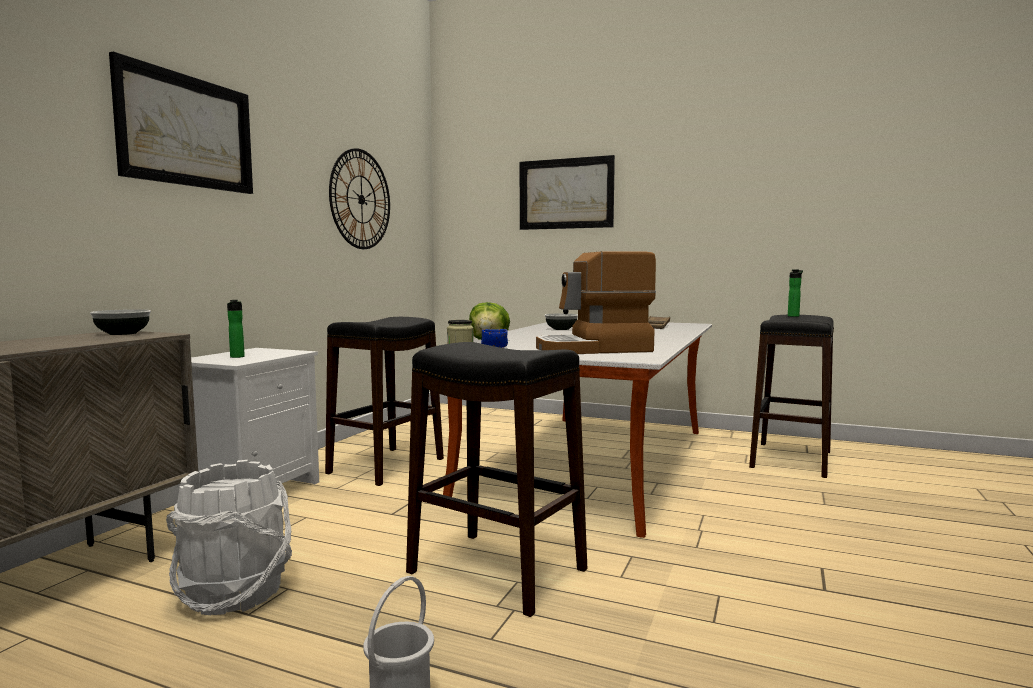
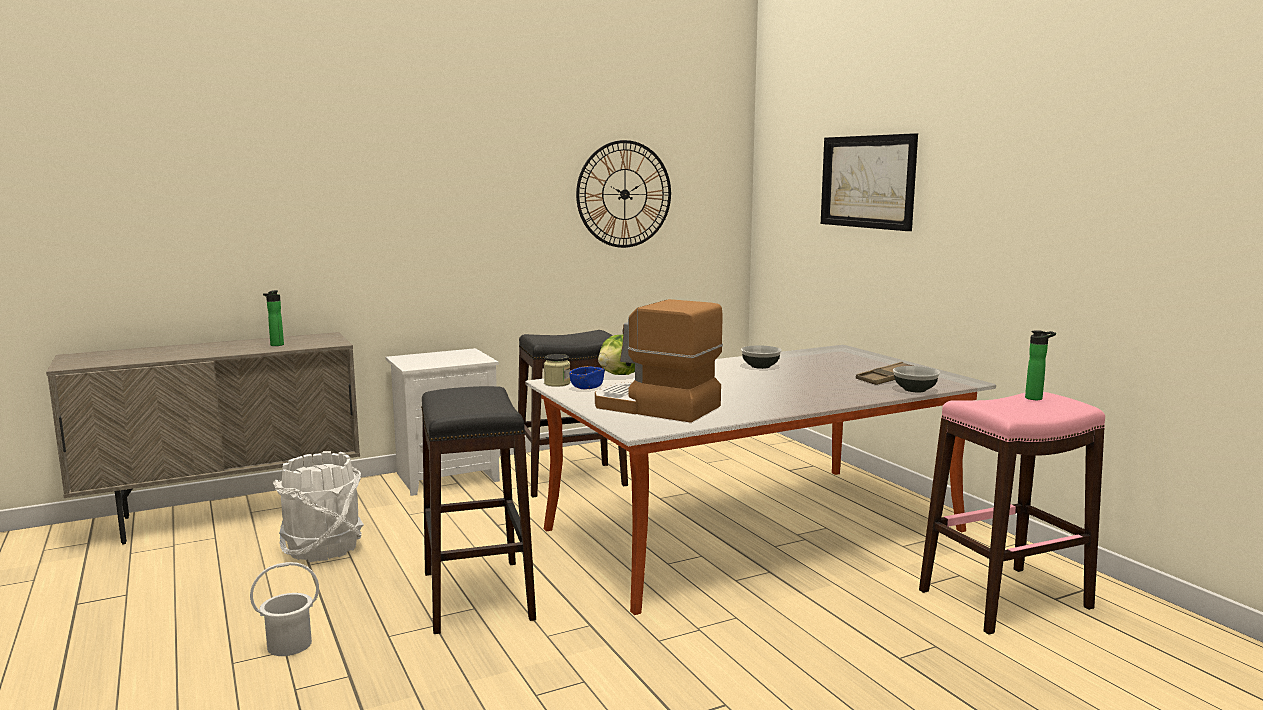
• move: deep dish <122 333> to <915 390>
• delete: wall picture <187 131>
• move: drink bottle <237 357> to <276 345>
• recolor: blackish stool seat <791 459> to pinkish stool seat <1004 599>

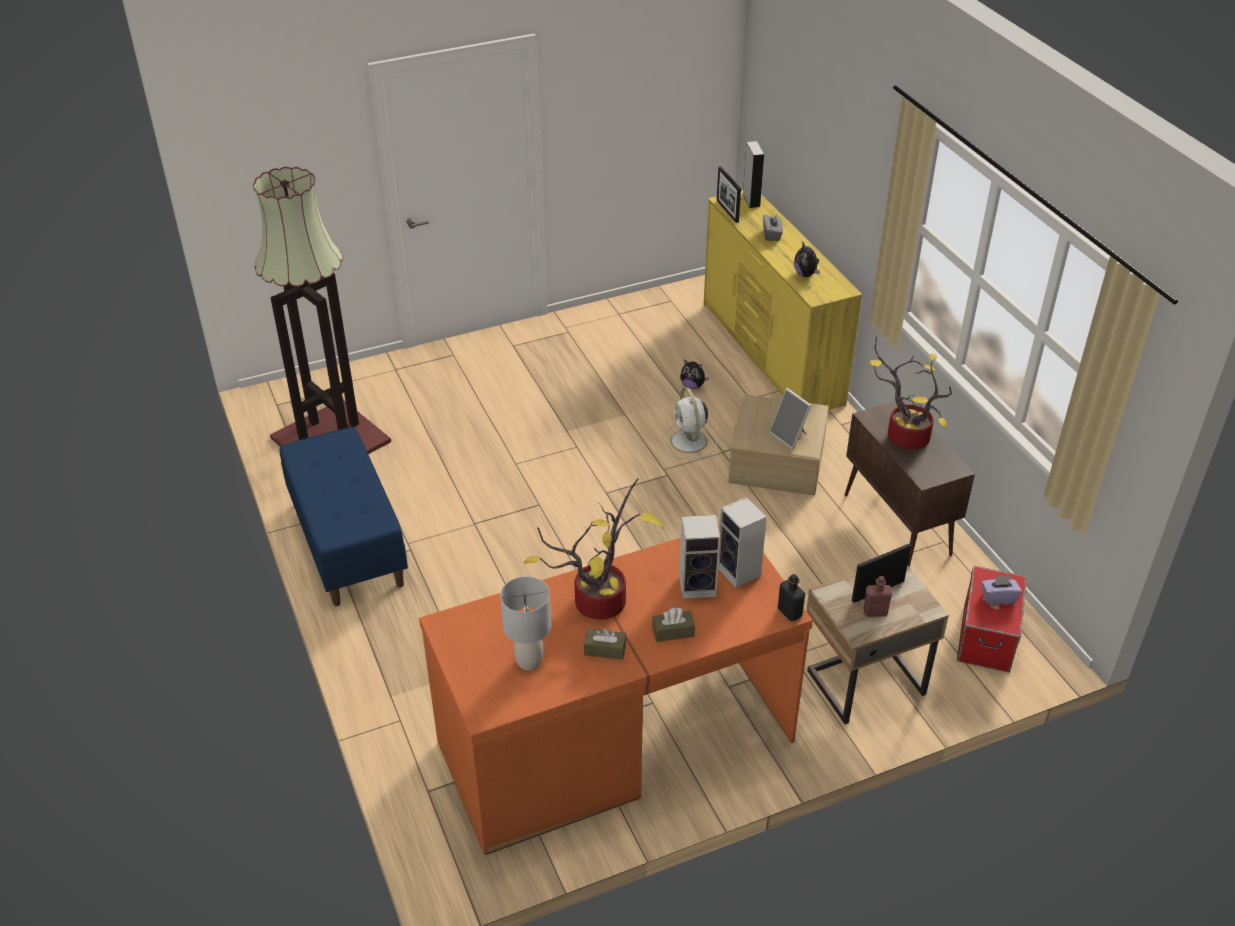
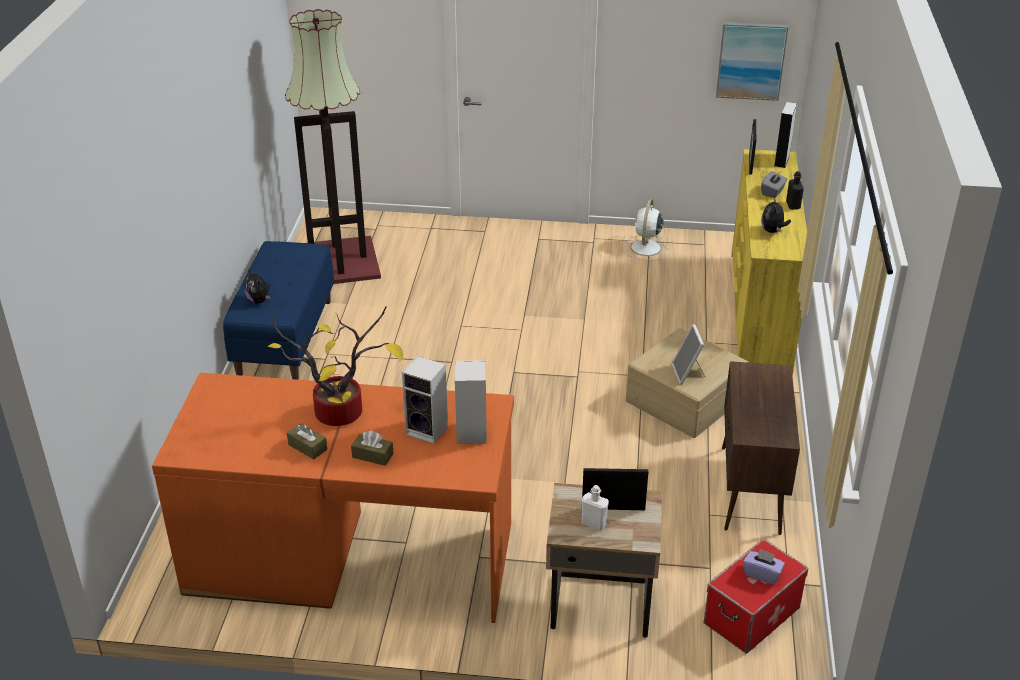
• delete: grey table lamp <529 661>
• move: white-coloured cooling fan <689 442> to <645 248>
• move: plush toy <692 386> to <259 301>
• move: blackish drink bottle <789 612> to <793 205>
• recolor: red drink bottle <875 612> to white-coloured drink bottle <594 523>
• delete: plant in a pot <904 437>
• insert: wall picture <751 60>

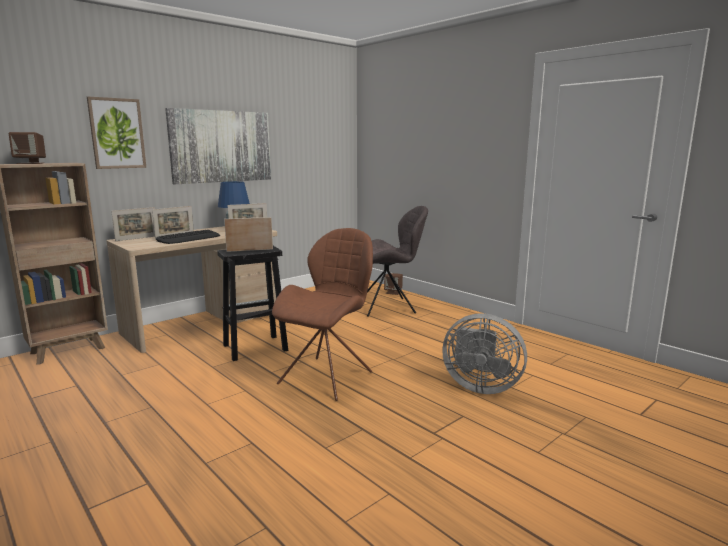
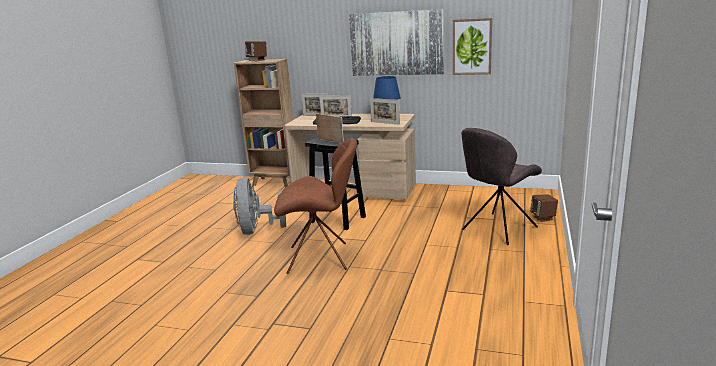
• move: wall picture <117 133> to <472 46>
• rotate: grey plain chair <388 307> = <497 229> 90 degrees clockwise
• move: grey cooling fan <480 386> to <257 230>

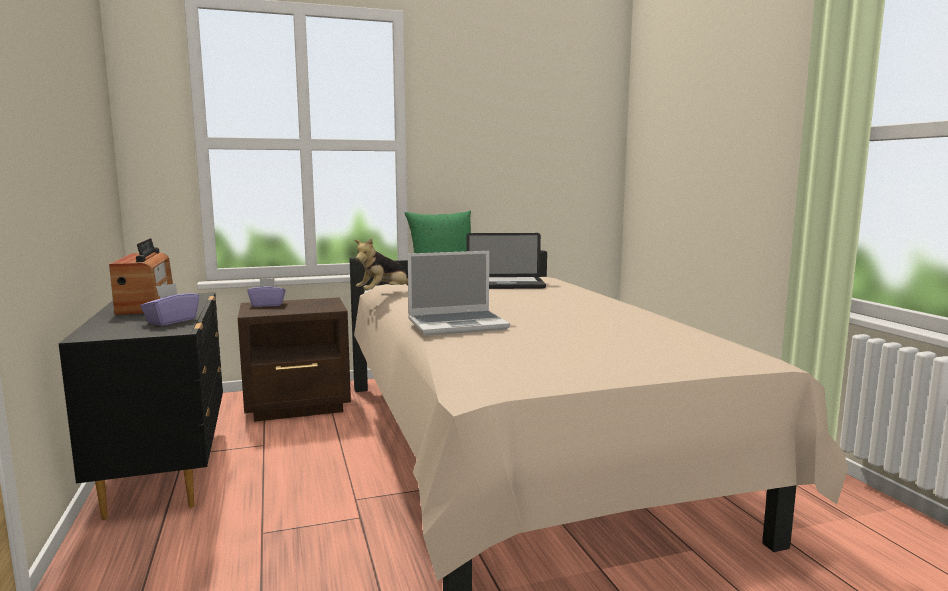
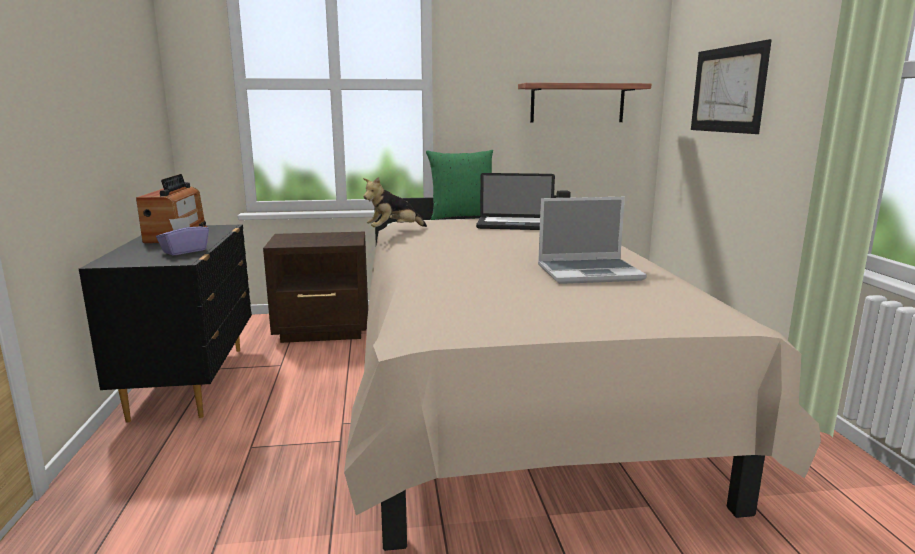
• delete: purple-coloured tissue holder <268 305>
• move: notebook computer <458 325> to <590 273>
• insert: wall shelf <577 103>
• insert: wall picture <727 89>

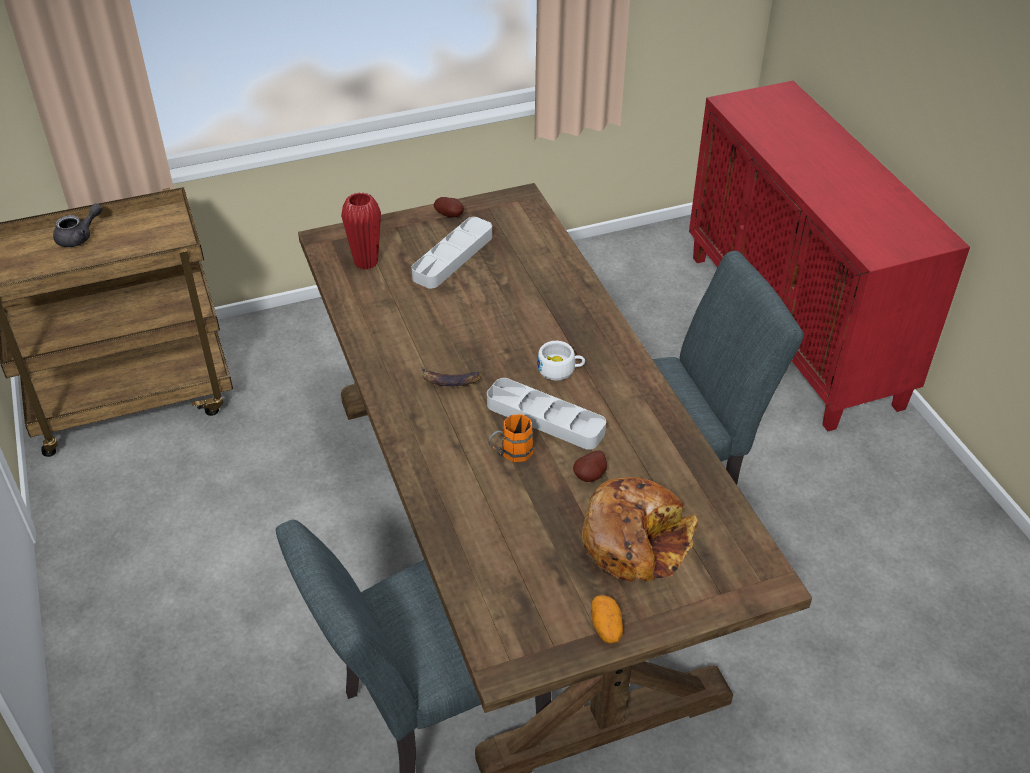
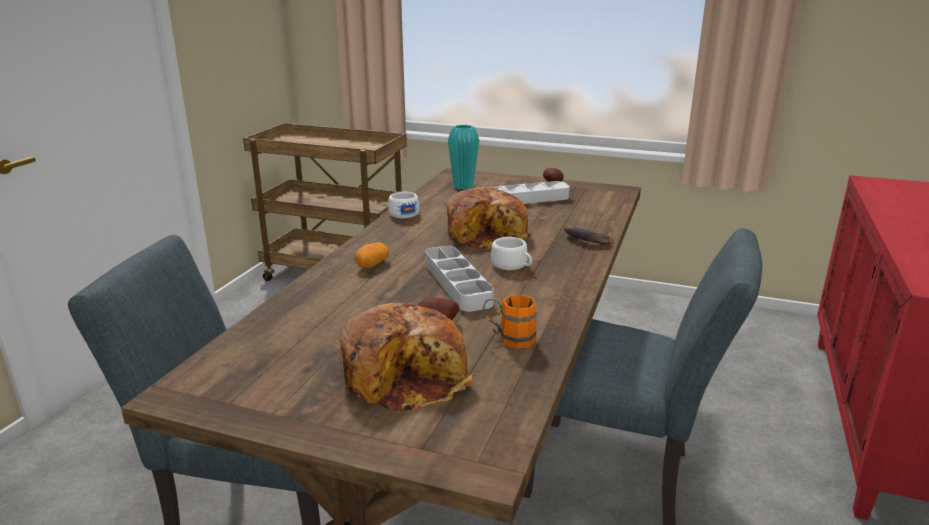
• delete: grey teapot <79 237>
• recolor: red decorative vase <366 262> to blue-green decorative vase <463 187>
• move: banana <450 381> to <584 239>
• move: orangey tea mug <510 453> to <509 338>
• move: whole potato <606 627> to <372 264>
• insert: white-coloured drinking cup <402 213>
• insert: bread <488 234>

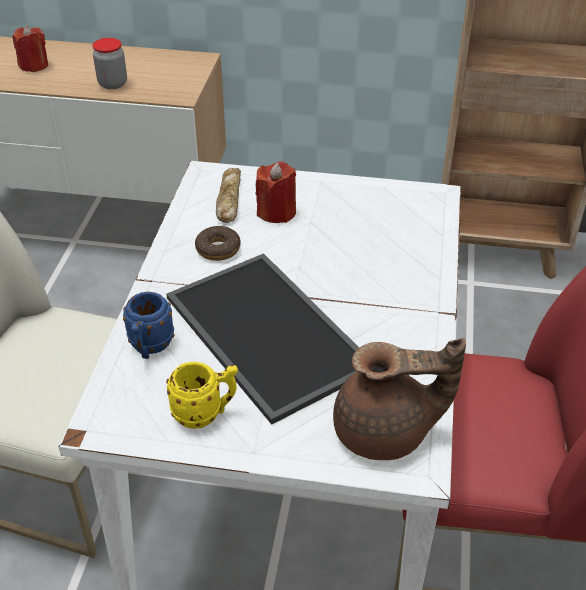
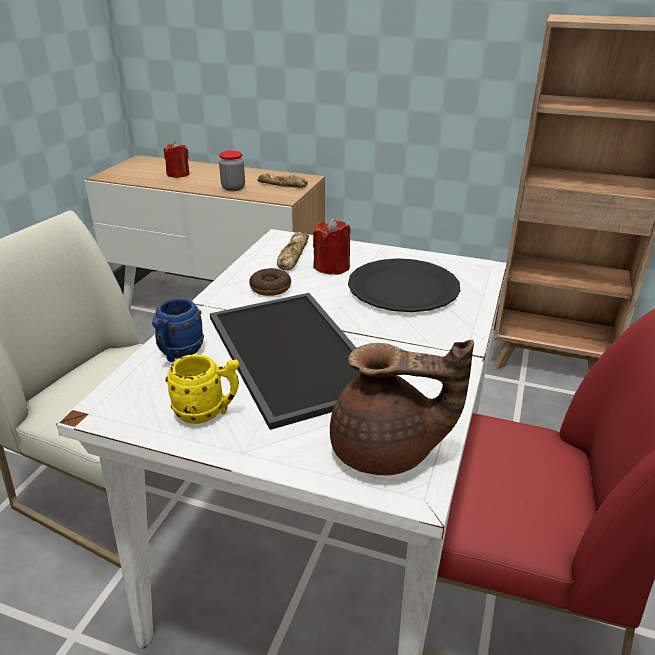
• insert: bread <282 185>
• insert: blackish dinner plate <403 288>

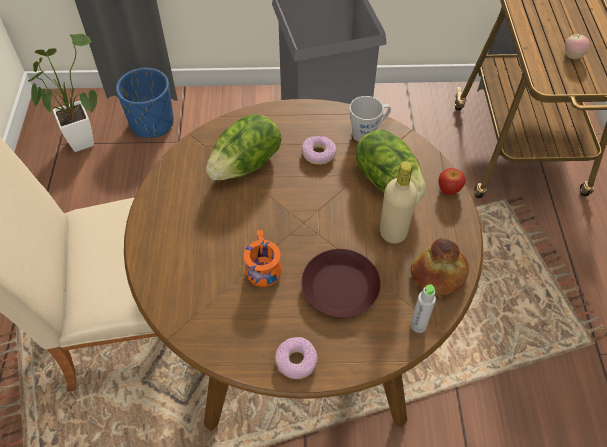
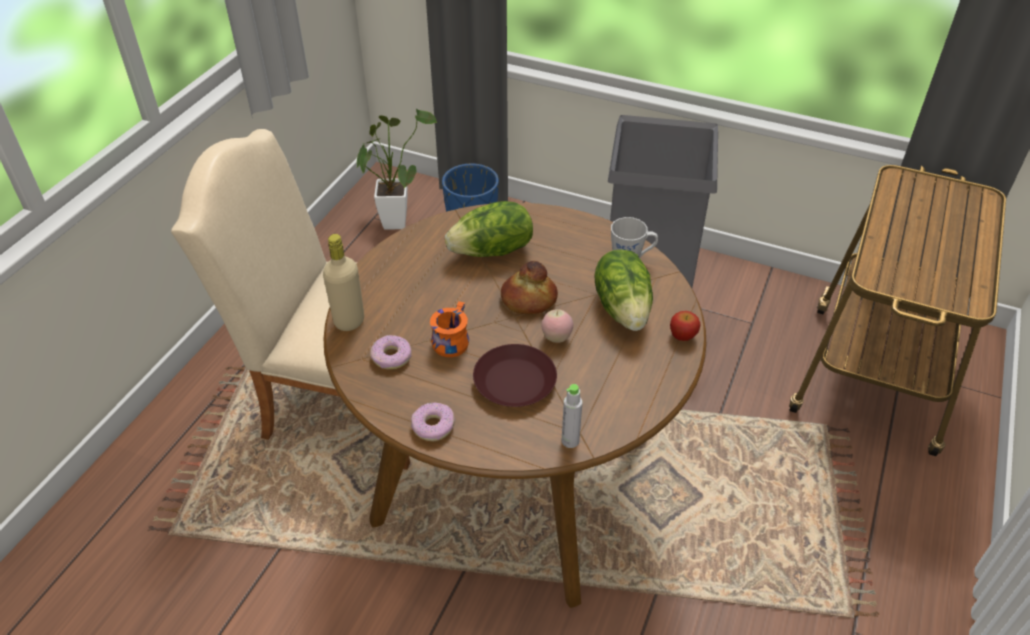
• move: ring doughnut <318 154> to <391 357>
• move: sand-coloured drink bottle <393 232> to <349 321>
• move: bread <438 275> to <528 300>
• move: apple fruit <572 56> to <556 338>

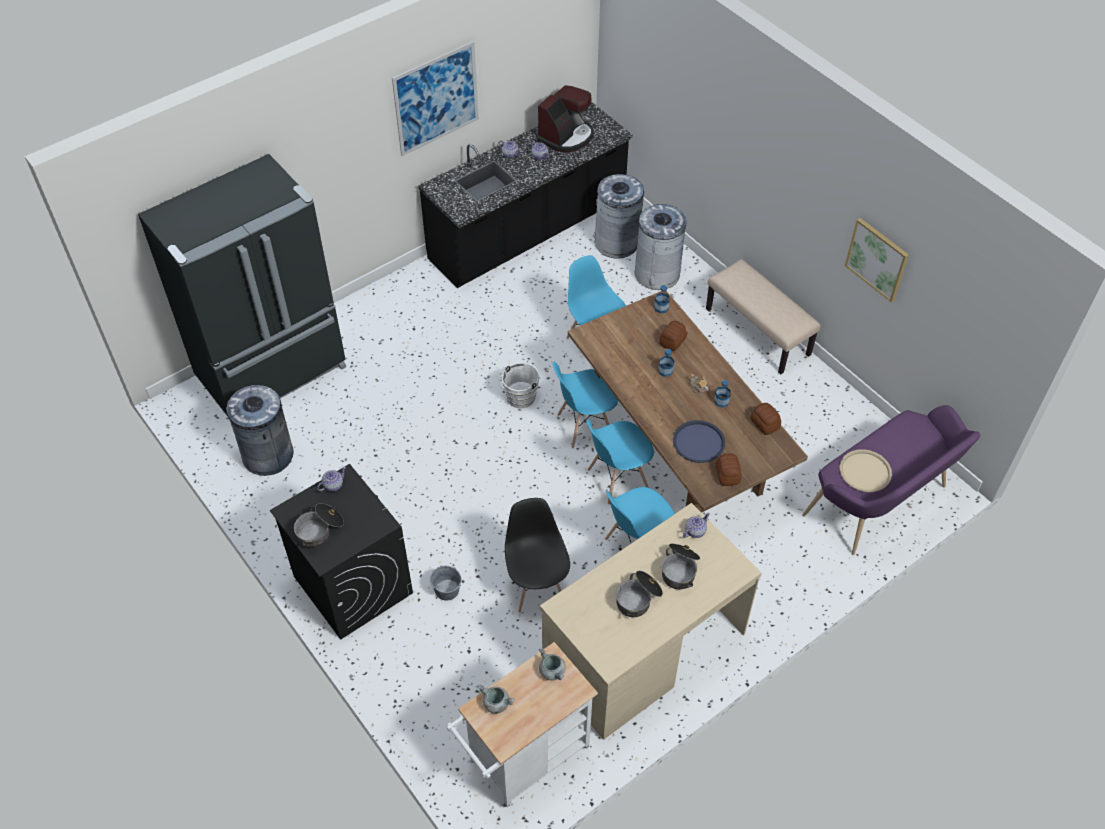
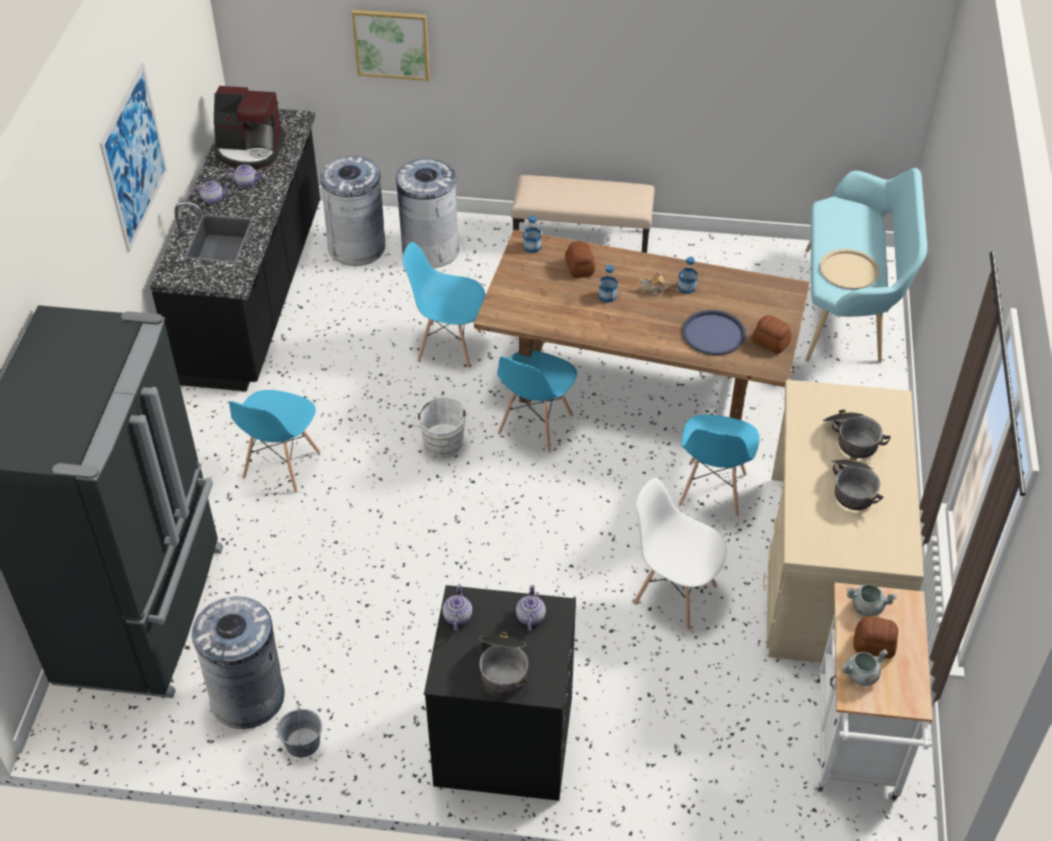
• move: grey pail <447 590> to <303 742>
• recolor: blackish plain chair <537 586> to white-coloured plain chair <674 594>
• rotate: coffee maker <566 136> = <250 150> 105 degrees clockwise
• move: blue plain chair <617 479> to <281 465>
• move: teapot <695 531> to <530 617>
• move: bread <764 424> to <874 645>
• recolor: purple-coloured bench <881 504> to blue-green bench <849 308>
• move: wall picture <877 259> to <391 44>

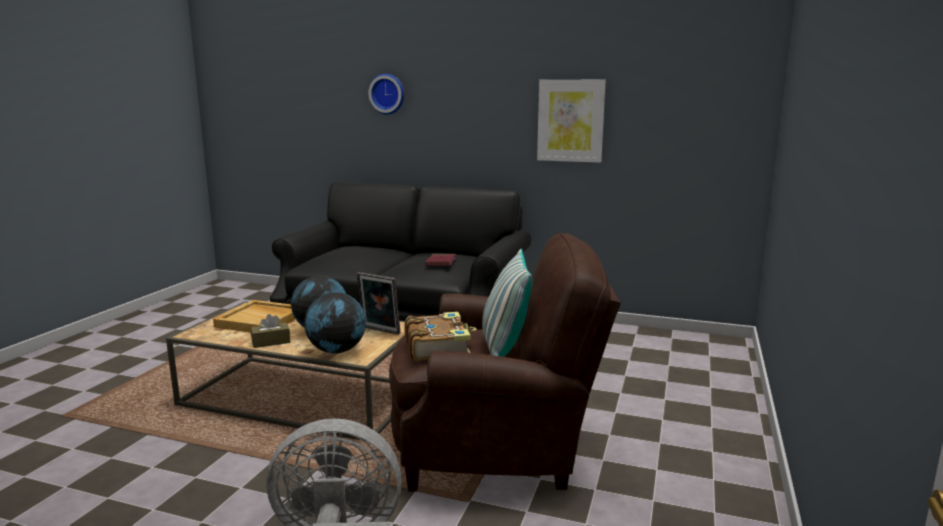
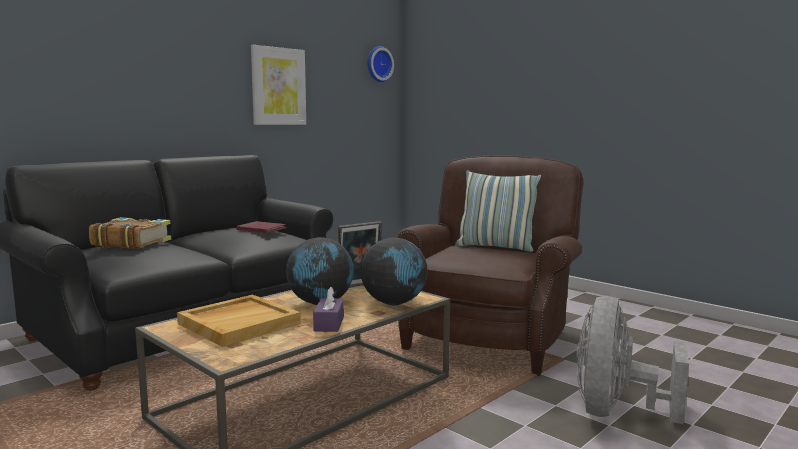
• recolor: brownish tissue holder <271 342> to purple-coloured tissue holder <329 324>
• move: clock on the wall <387 94> to <378 64>
• move: volume <438 347> to <131 243>

